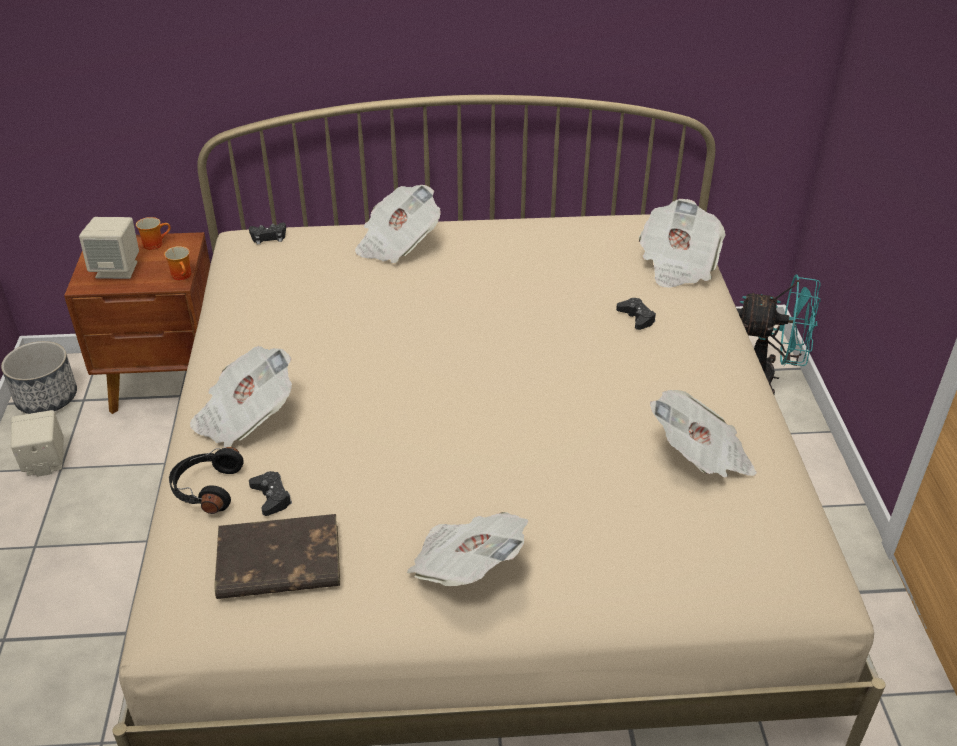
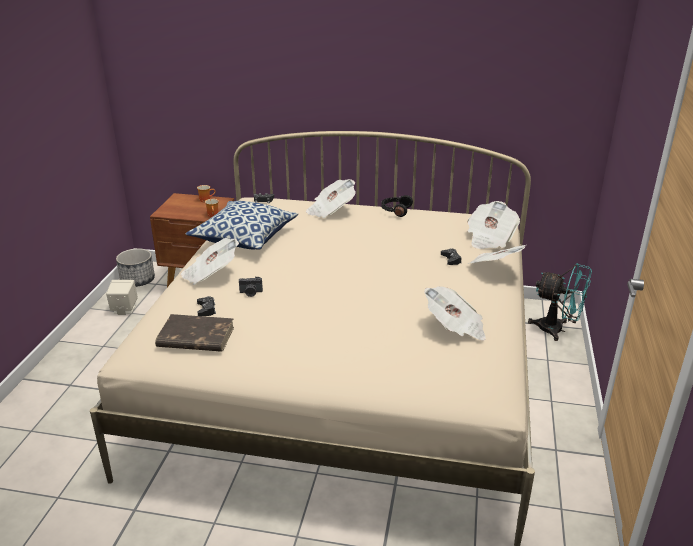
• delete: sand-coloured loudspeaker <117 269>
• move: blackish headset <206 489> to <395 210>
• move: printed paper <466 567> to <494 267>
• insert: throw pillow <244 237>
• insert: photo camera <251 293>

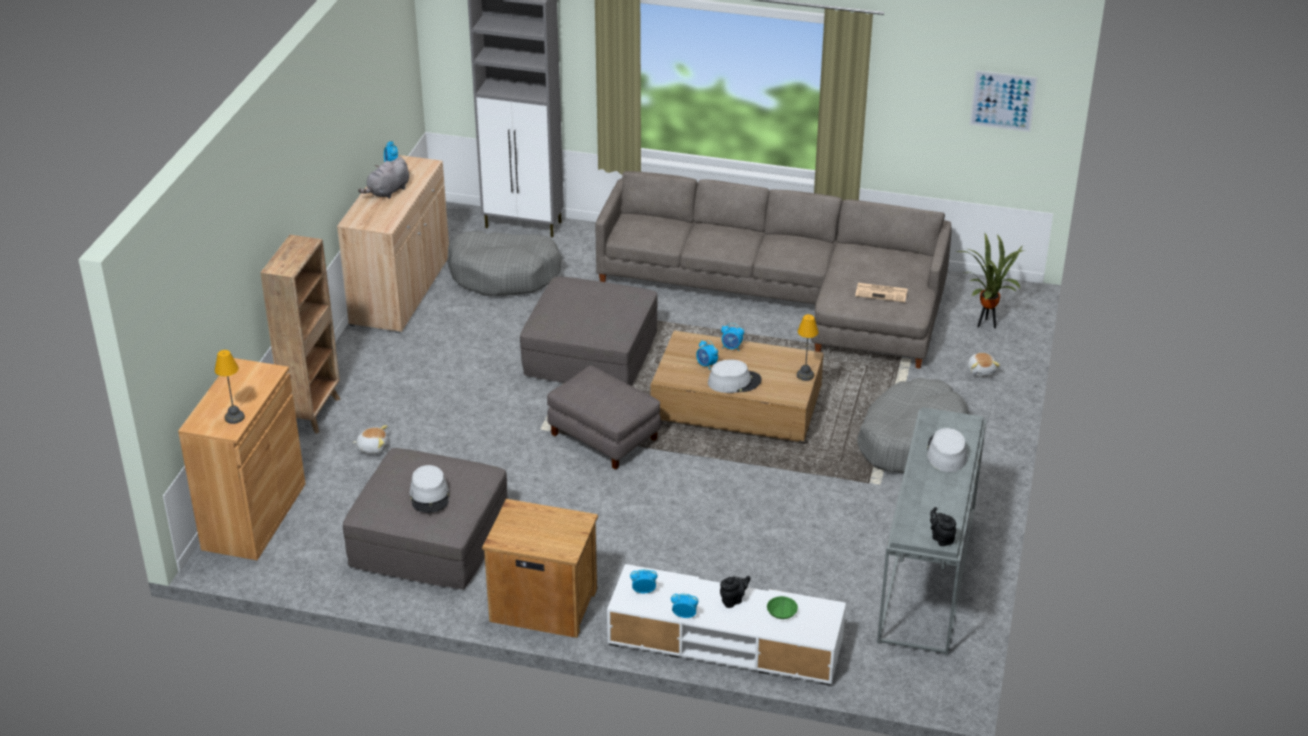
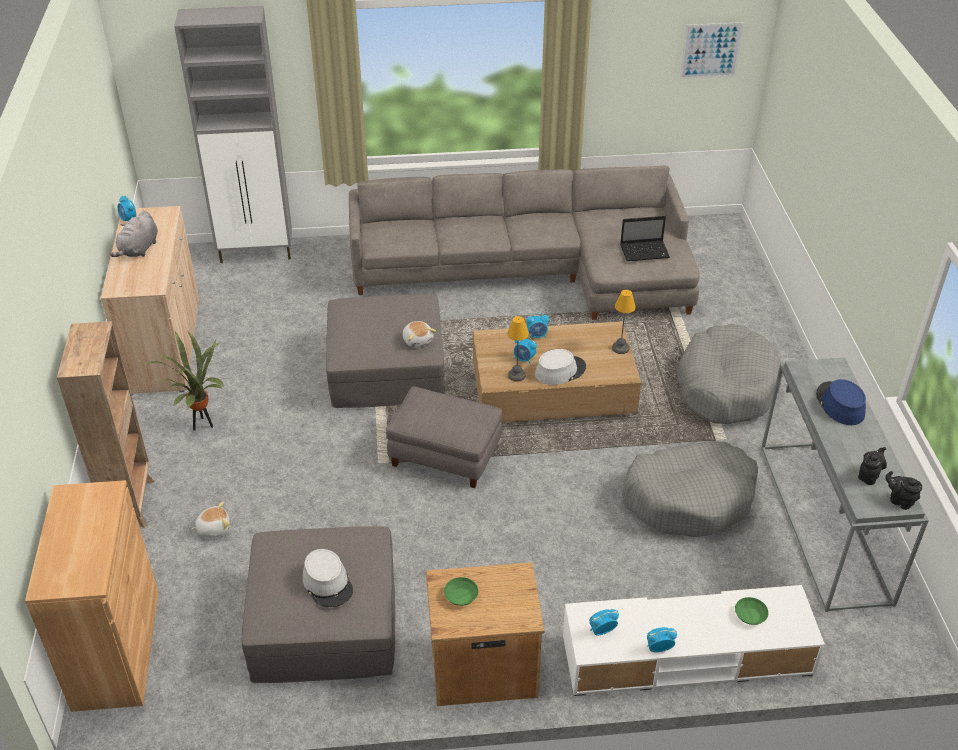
• move: table lamp <234 418> to <517 376>
• move: grey dog cushion <504 274> to <690 498>
• move: blackish teapot <733 600> to <869 476>
• replace: printed paper <882 293> to notebook computer <645 251>
• recolor: grey clothing hat <946 453> to blue clothing hat <839 404>
• move: plant in a pot <985 324> to <201 425>
• move: plush toy <981 371> to <418 340>
• insert: green deep dish <460 596>

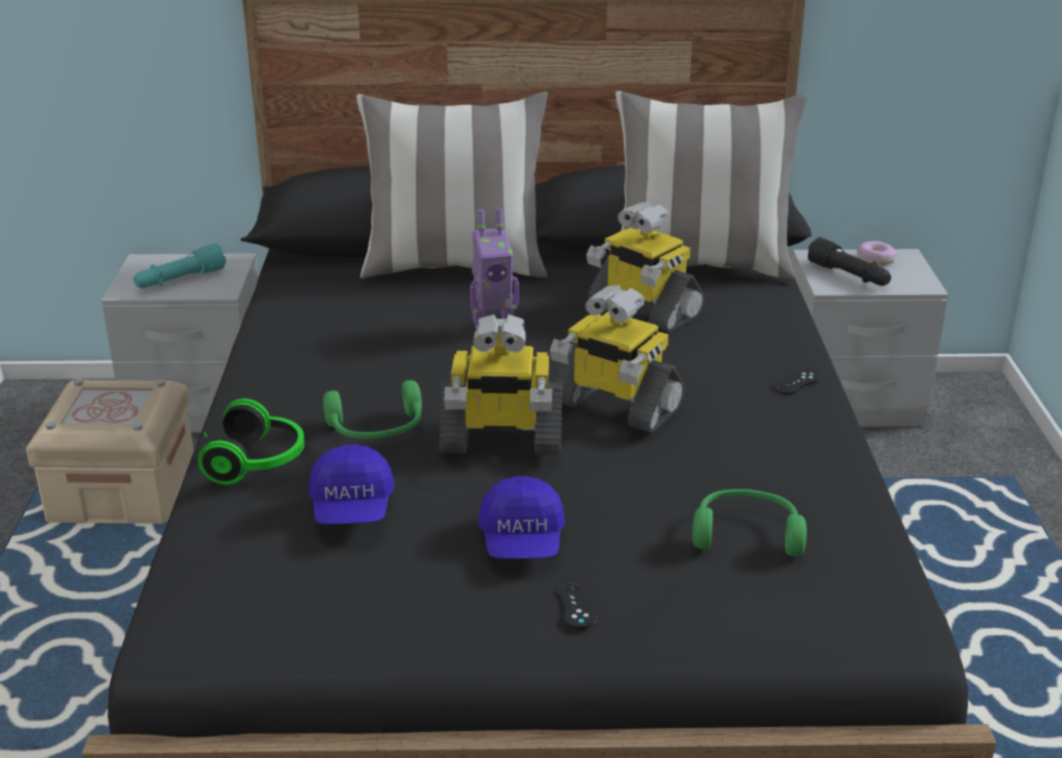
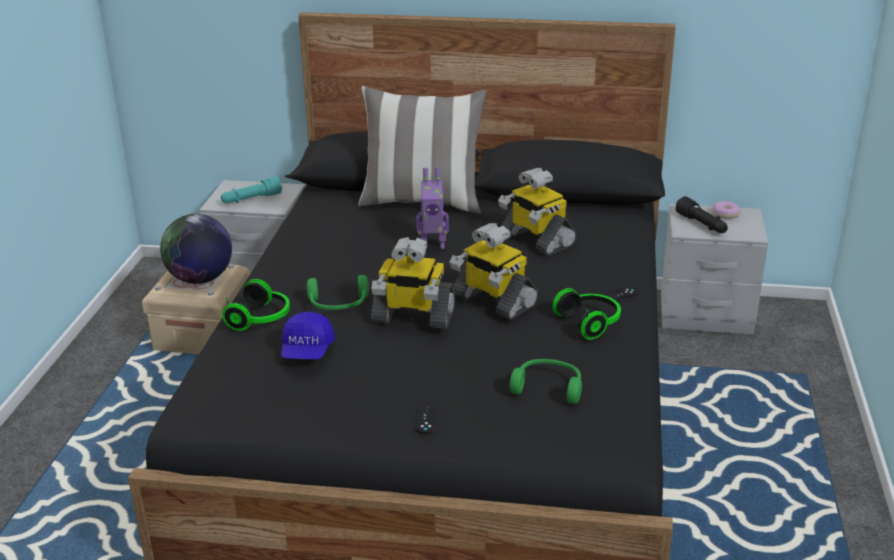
• delete: blue baseball cap <522 542>
• delete: throw pillow <701 265>
• insert: desk globe <200 279>
• insert: headset <590 323>

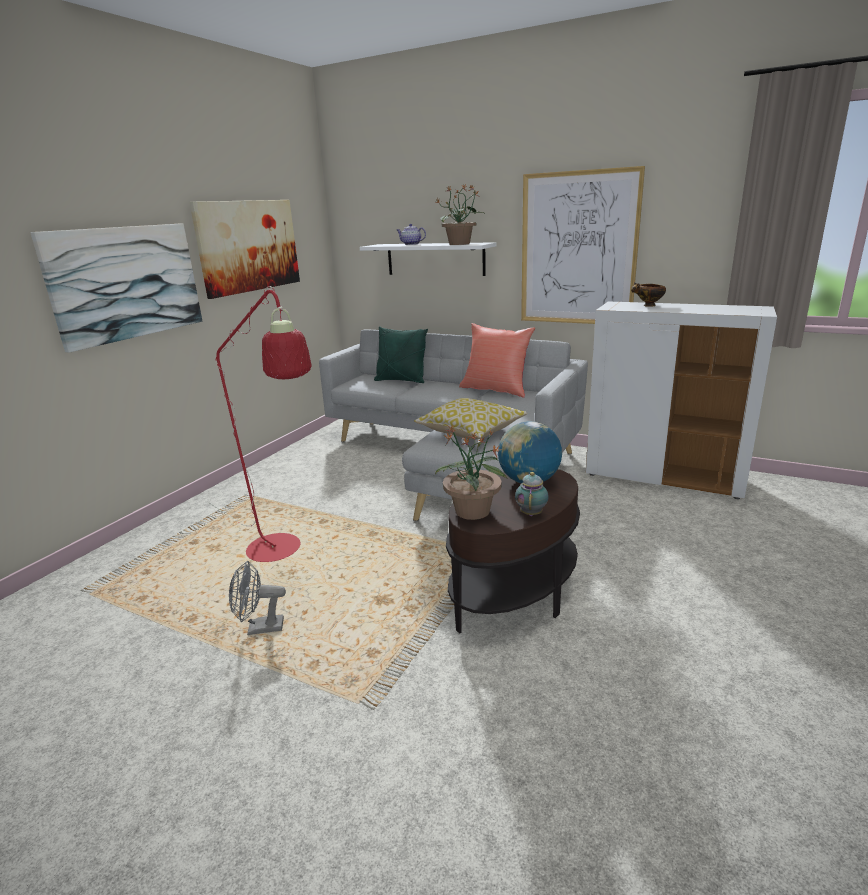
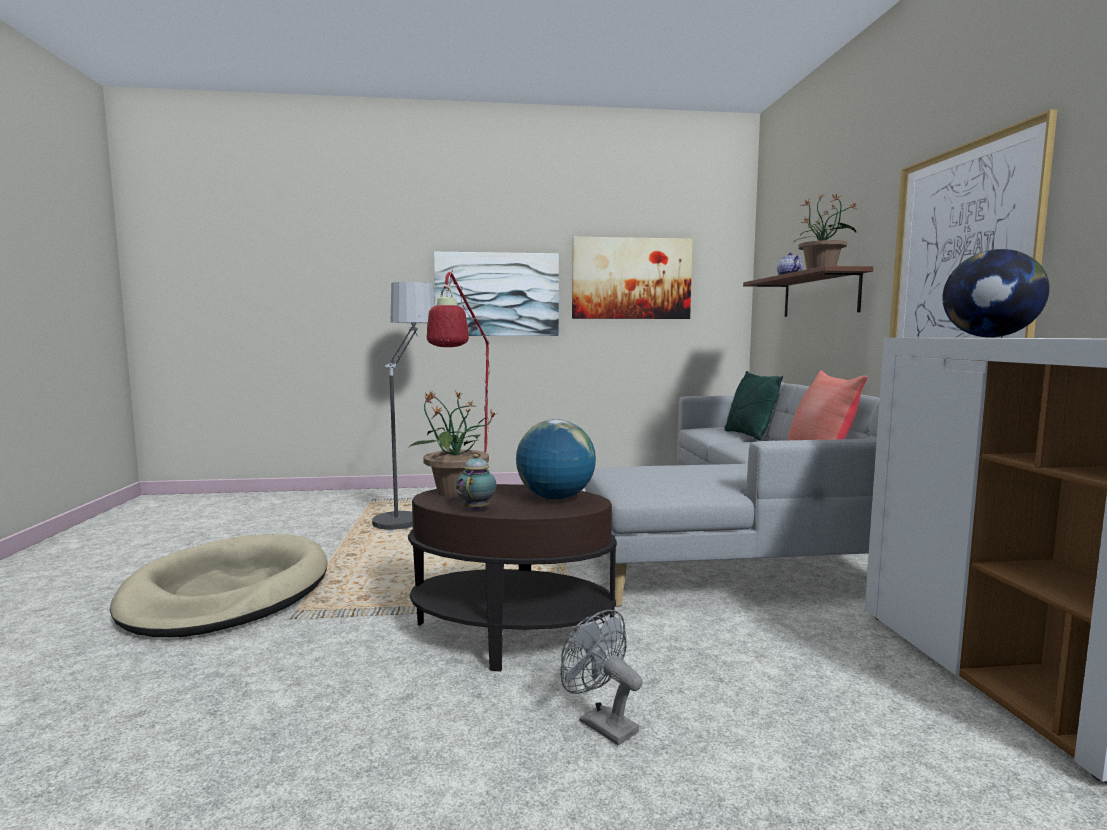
• move: grey cooling fan <259 628> to <600 723>
• recolor: white-coloured wall shelf <435 259> to brownish wall shelf <820 295>
• delete: throw pillow <471 431>
• rotate: teapot <531 513> = <477 509> 60 degrees counterclockwise
• replace: deep dish <648 305> to desk globe <989 337>
• insert: sand-coloured dog cushion <228 592>
• insert: standard lamp <406 513>

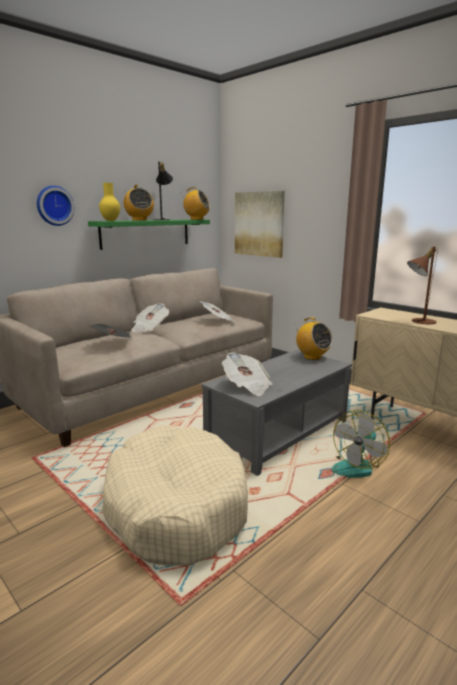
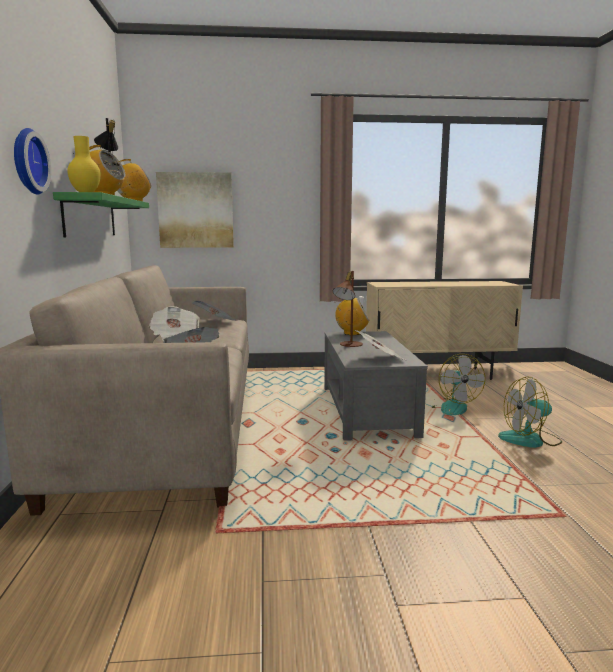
• delete: sand-coloured dog cushion <175 506>
• move: brownish table lamp <418 321> to <348 345>
• insert: cooling fan <530 439>

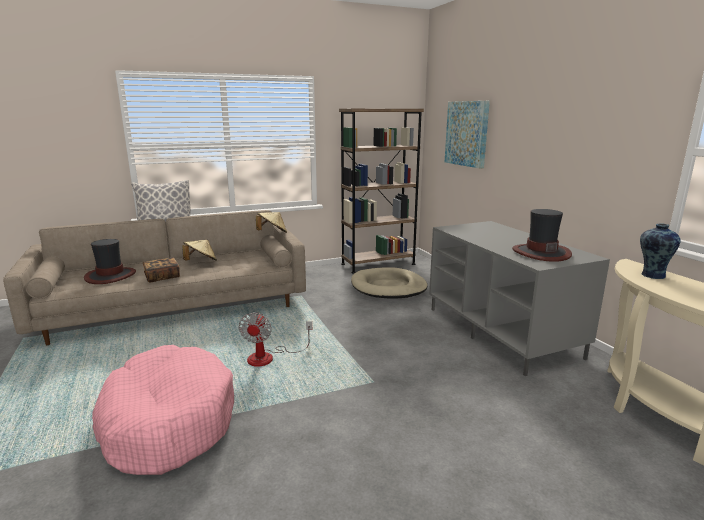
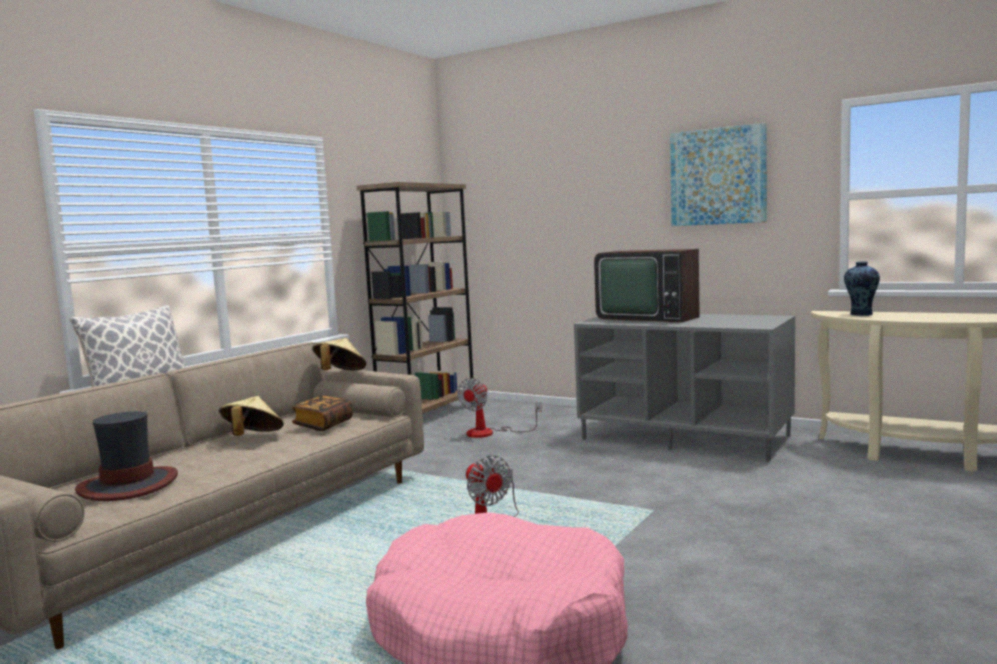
• move: volume <162 277> to <323 425>
• replace: sand-coloured dog cushion <388 287> to cooling fan <490 433>
• move: wall picture <467 133> to <718 176>
• delete: clothing hat <540 253>
• insert: TV <648 317>

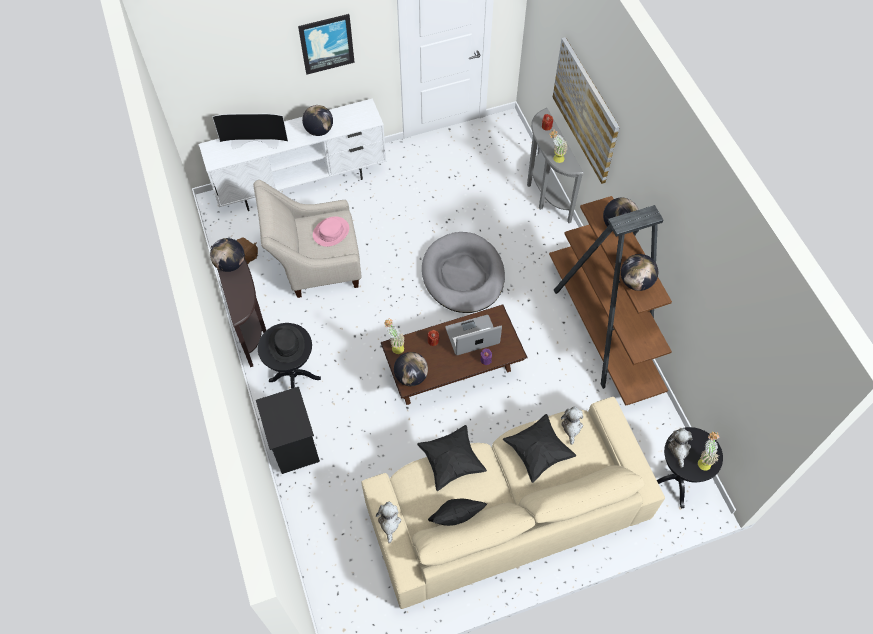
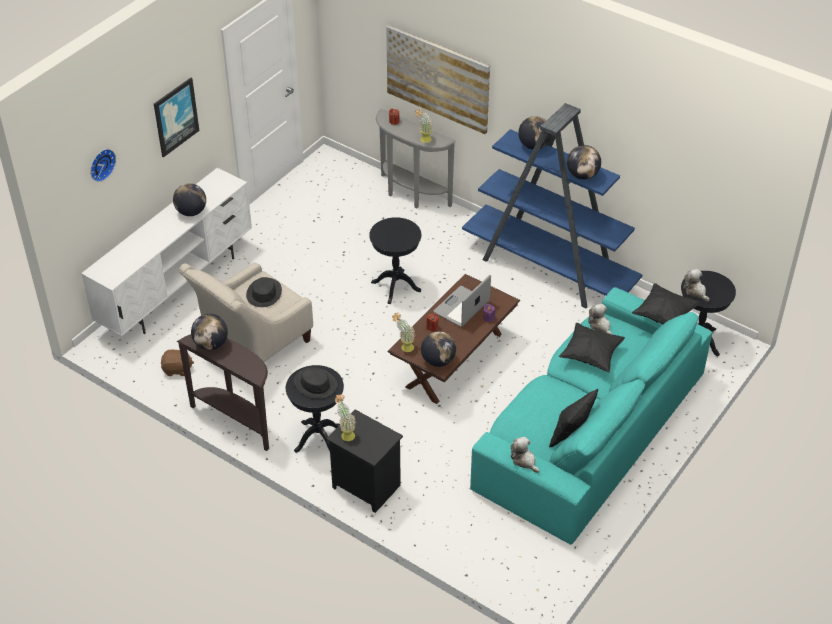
• delete: TV <255 140>
• recolor: pinkish clothing hat <331 232> to blackish clothing hat <264 293>
• recolor: sand-coloured couch <506 509> to blue-green couch <588 430>
• move: blackish throw pillow <451 461> to <664 316>
• replace: grey dog cushion <463 275> to blackish accent table <396 286>
• recolor: brownish shelving unit <602 332> to blue shelving unit <549 269>
• move: plant in a pot <703 460> to <345 433>
• insert: clock on the wall <101 164>

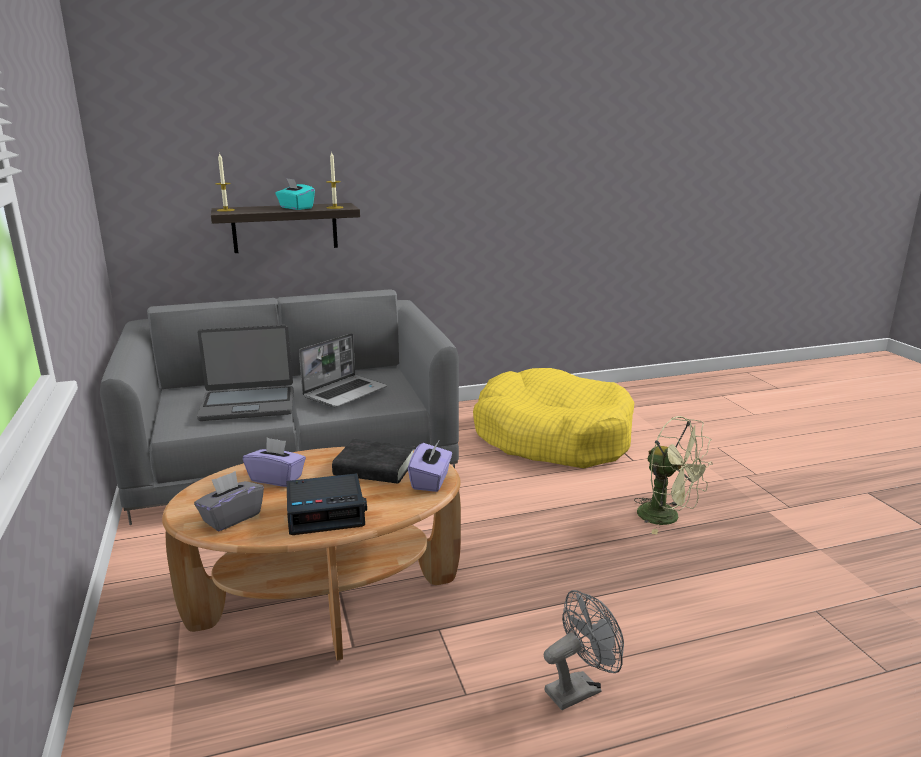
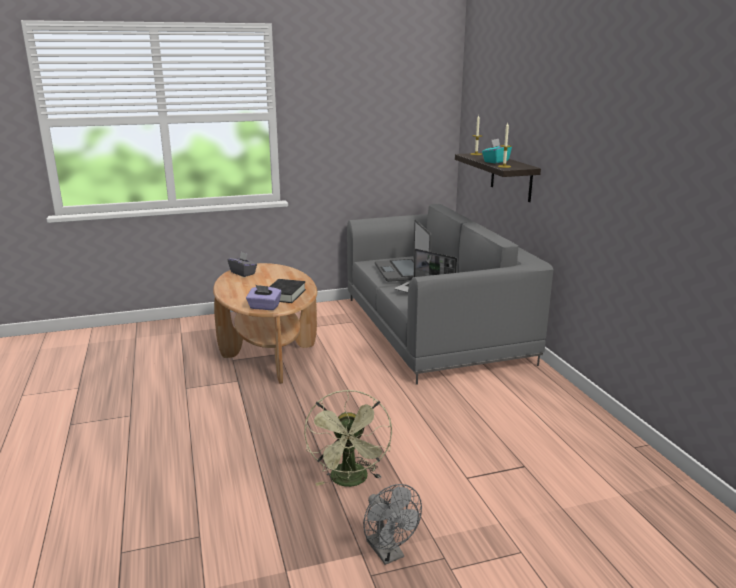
• delete: purple-coloured tissue holder <277 478>
• delete: table clock <326 512>
• delete: yellowish dog cushion <552 437>
• move: grey cooling fan <579 688> to <389 553>
• rotate: green cooling fan <667 518> = <350 481> 45 degrees counterclockwise

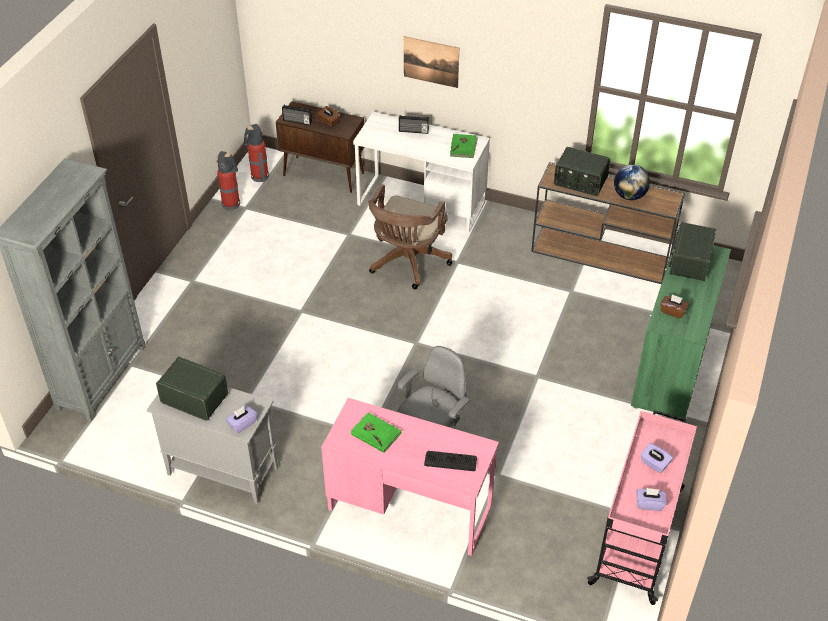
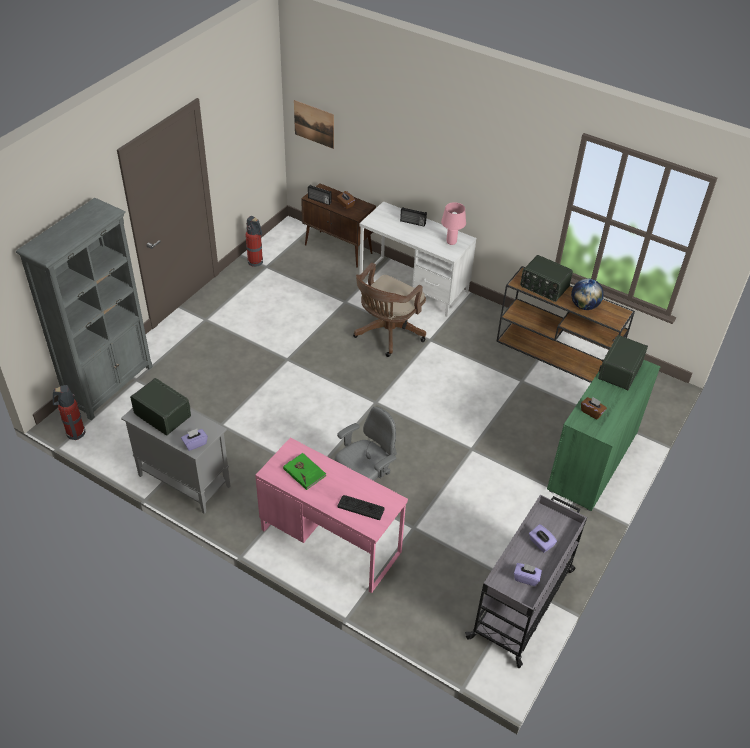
• move: fire extinguisher <259 177> to <74 433>
• move: wall picture <431 62> to <314 124>
• replace: green volume <463 147> to pinkish table lamp <451 242>
• recolor: pinkish trolley <638 534> to grey trolley <522 602>

